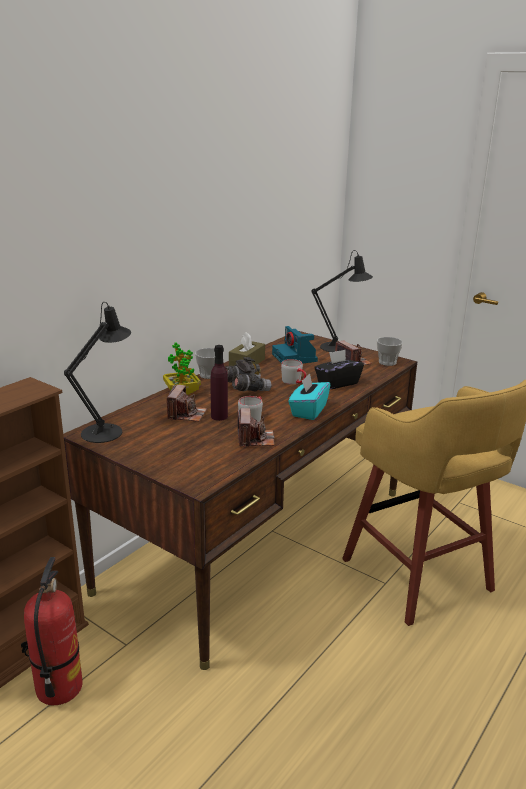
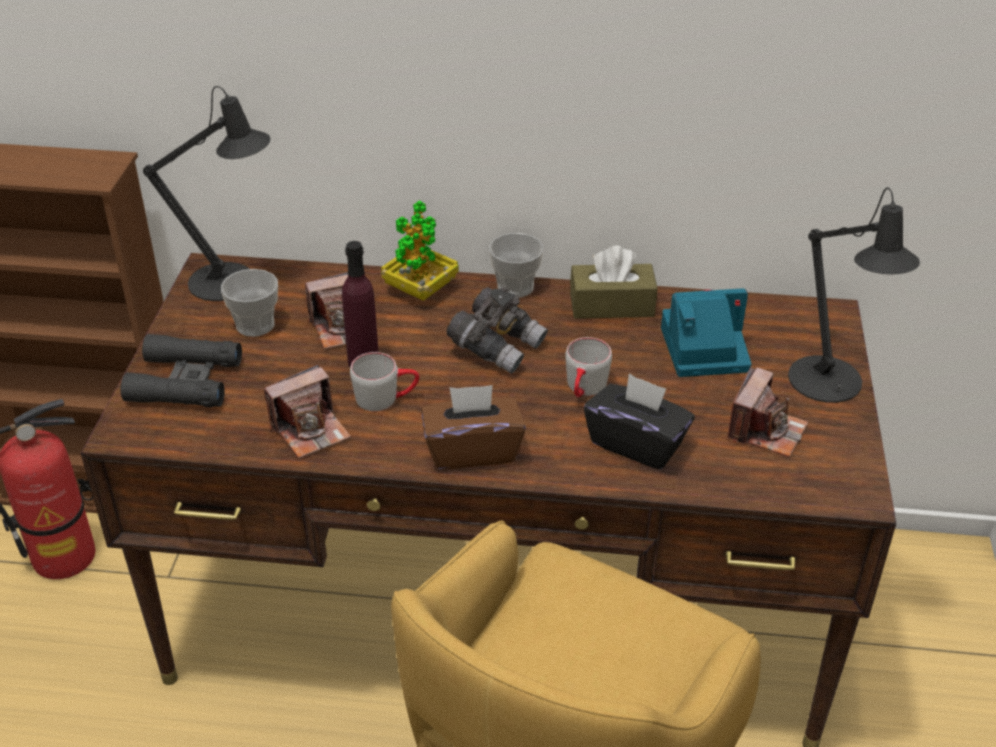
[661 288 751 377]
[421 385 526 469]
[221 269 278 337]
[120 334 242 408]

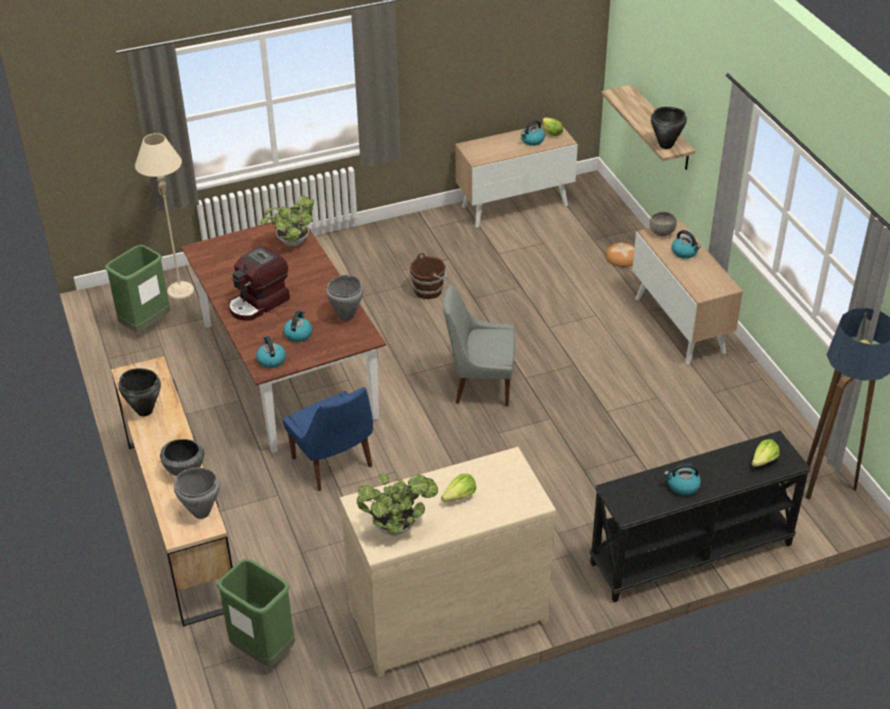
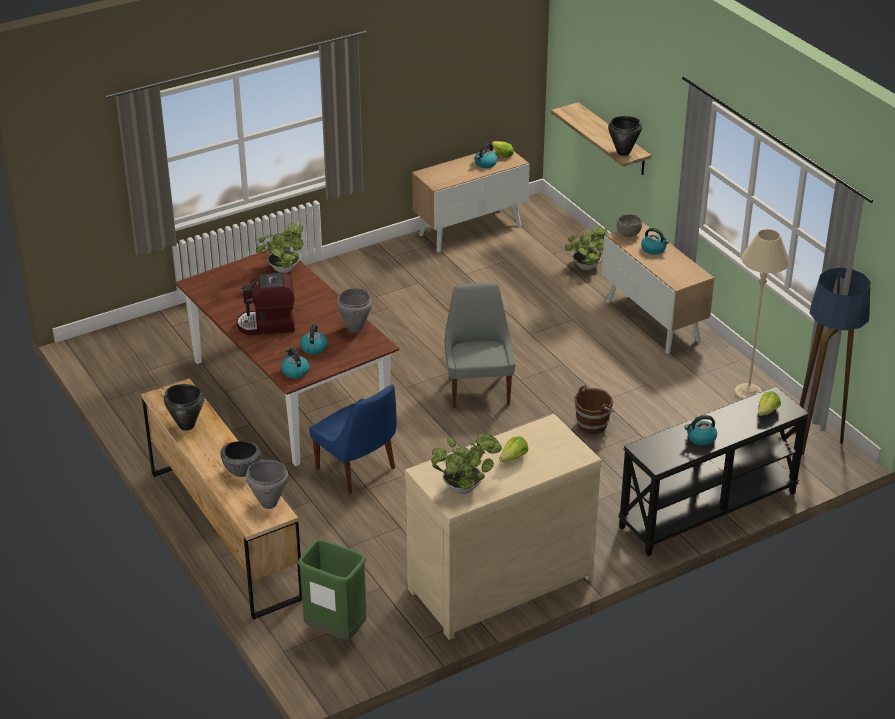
[105 245 170 332] (first image)
[734 229 790 400]
[237 272 295 335]
[574 385 614 434]
[445 283 515 408]
[565 225 607 270]

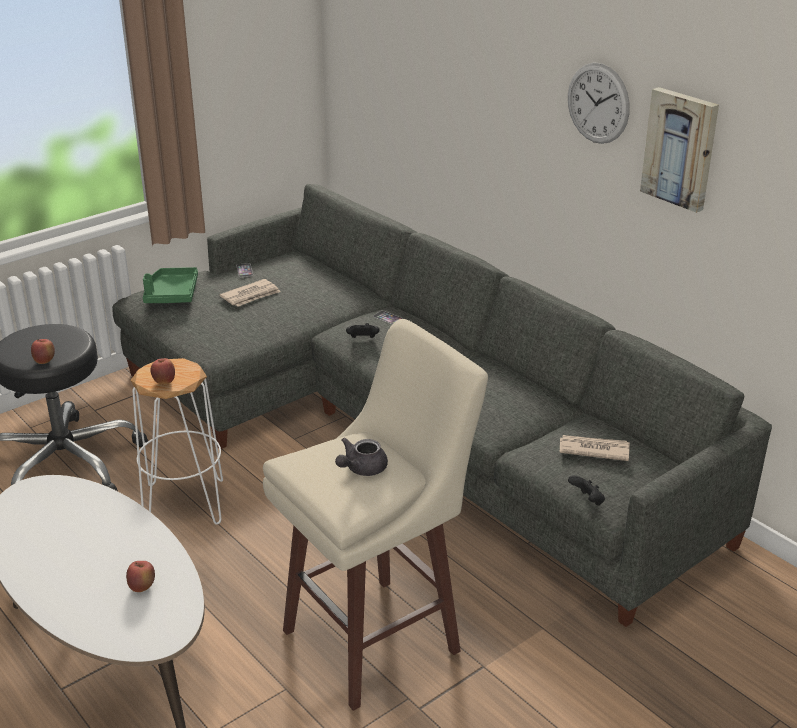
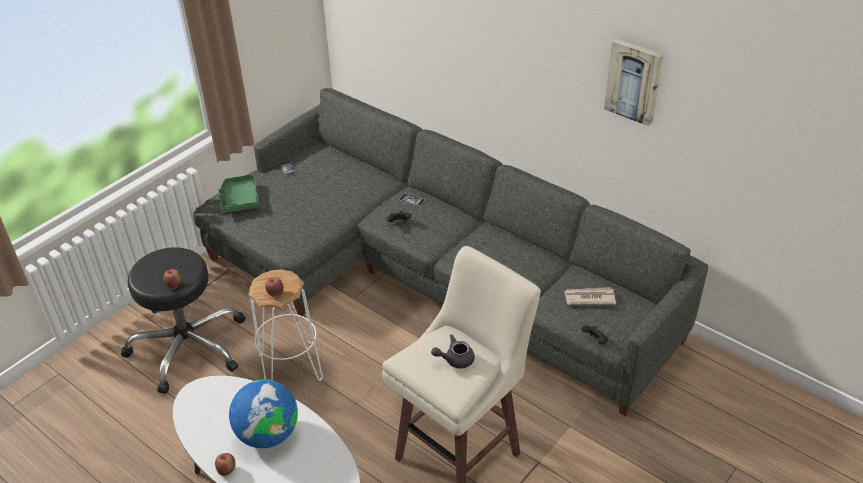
[215 453 236 476]
[220 279 281 307] (first image)
[431 335 475 368]
[568 63 630 144] (first image)
[229 380 298 448]

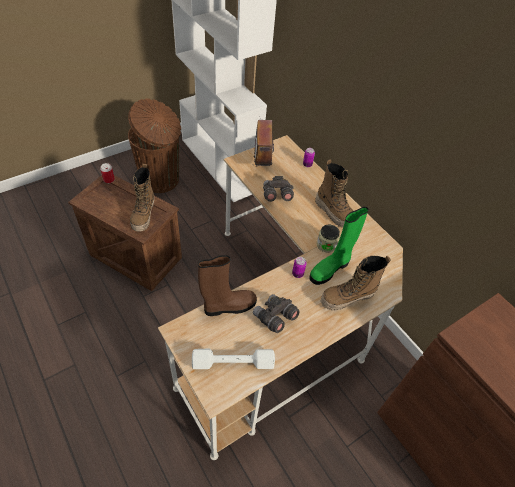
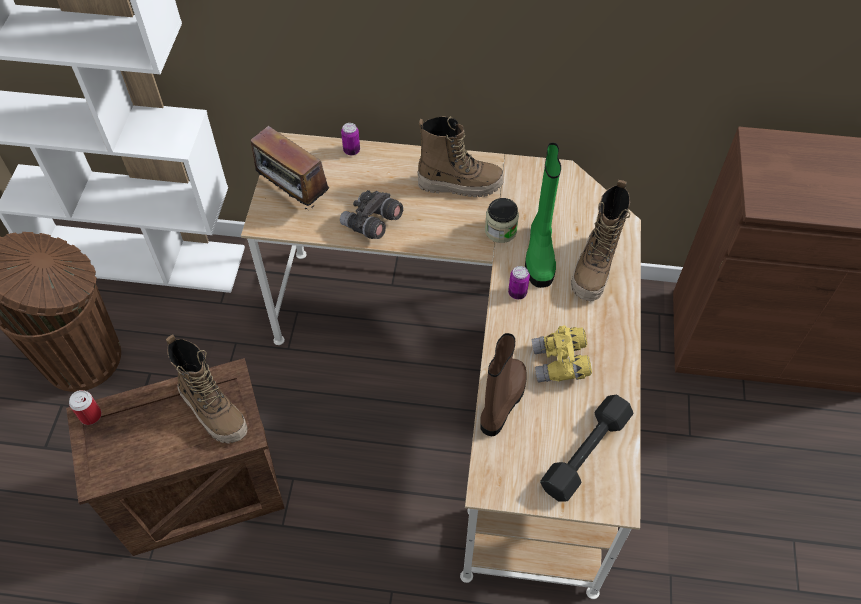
[540 395 633 502]
[532 325 592 383]

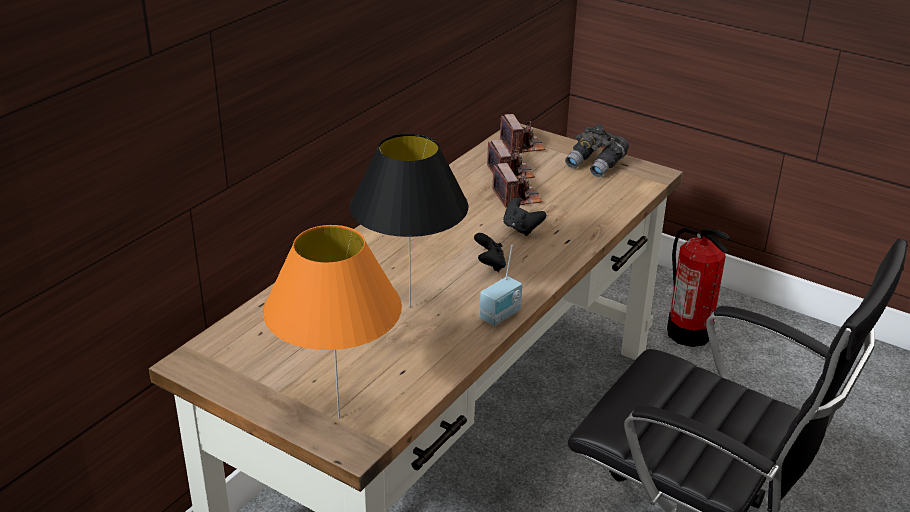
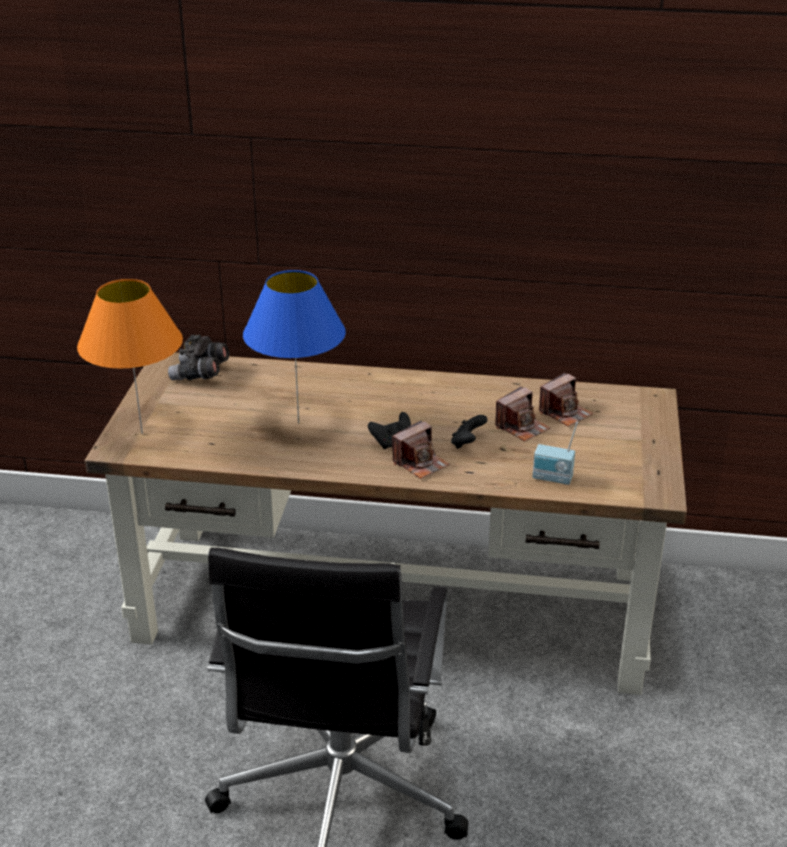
[243 270 346 424]
[533 422 578 485]
[392 420 450 479]
[168 335 229 381]
[667 227 731 347] (first image)

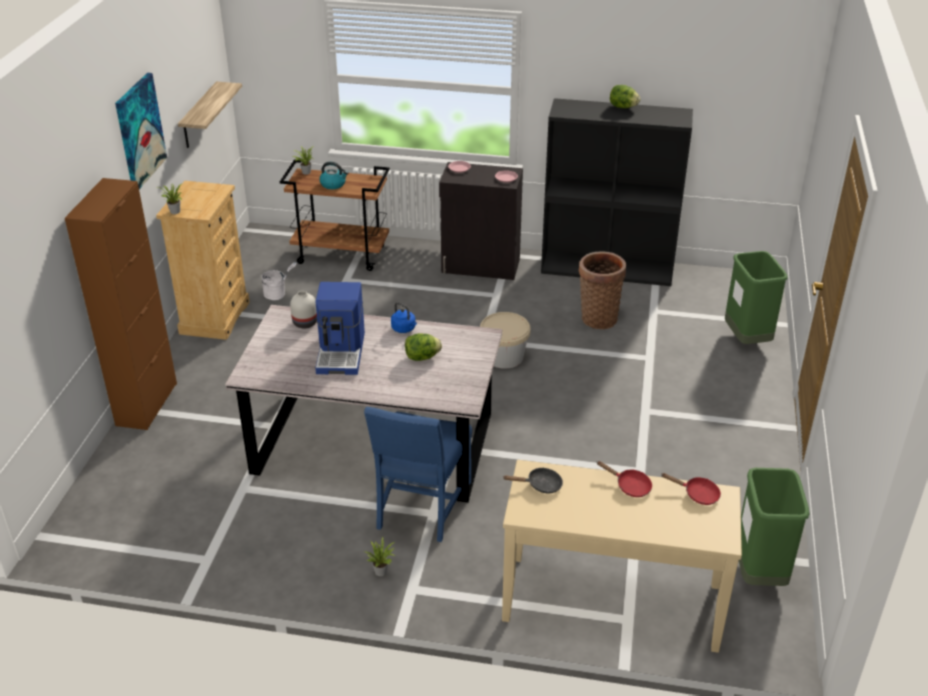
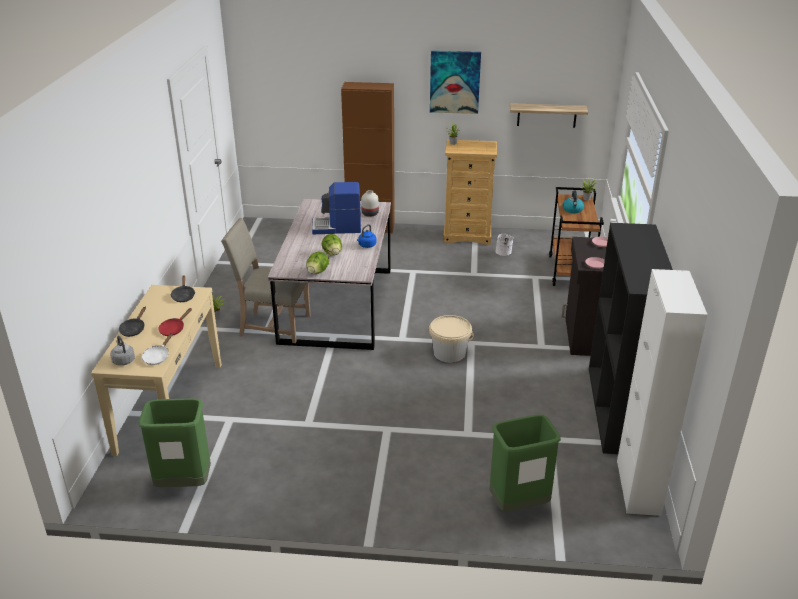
[221 218 311 343]
[579 252 626 329] (first image)
[306 252 329 274]
[142 333 173 365]
[110 336 135 366]
[119 307 146 337]
[617 269 708 516]

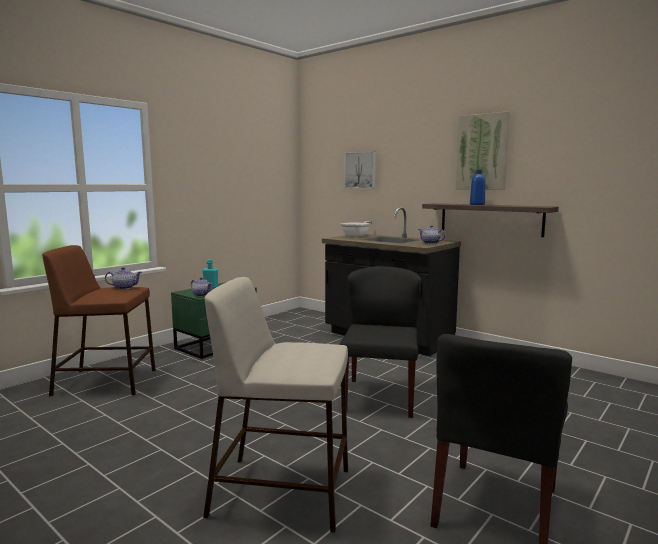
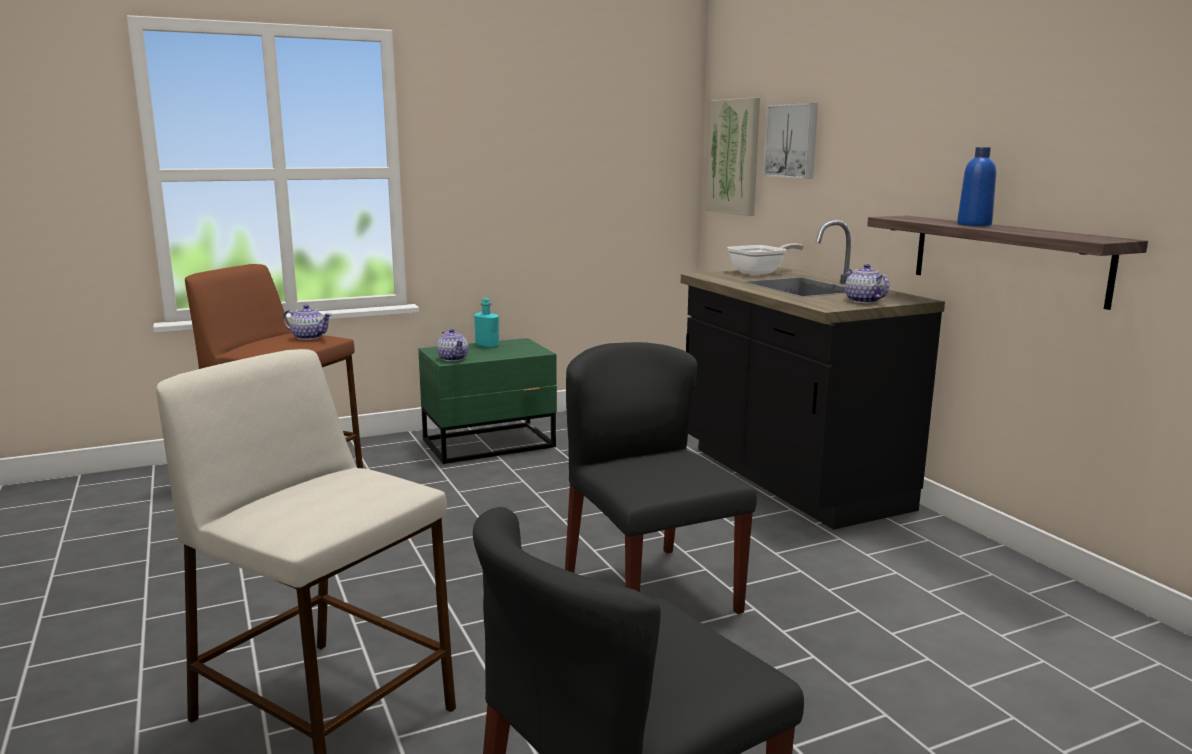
[565 342 757 614]
[707 98 760 216]

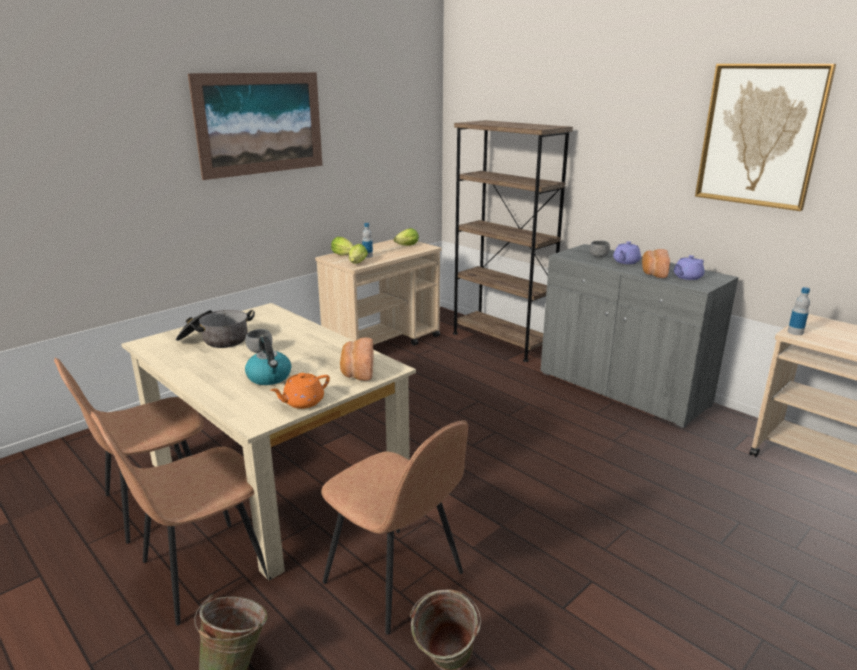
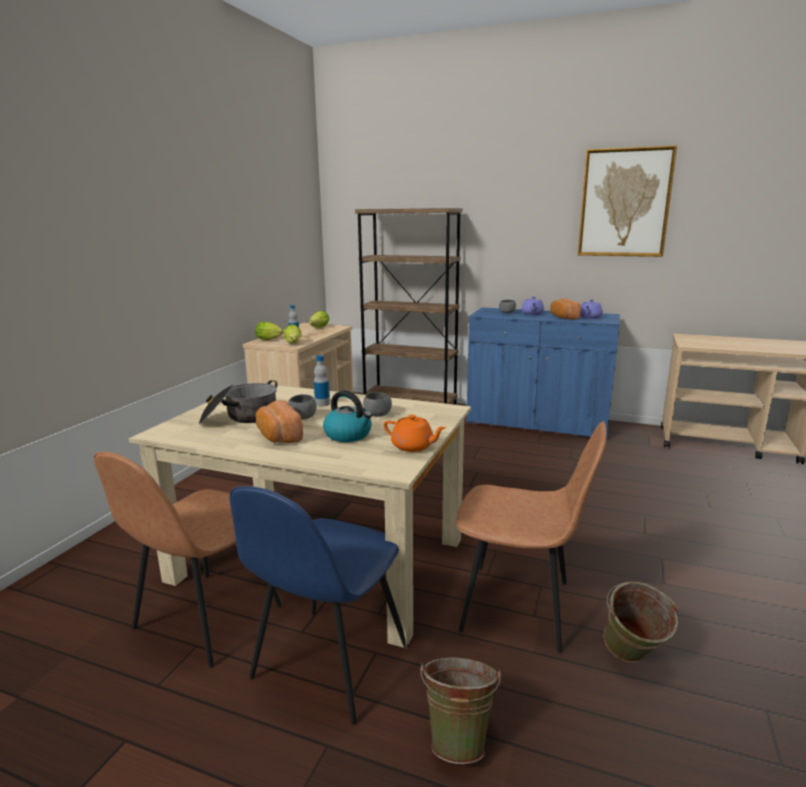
[230 486 408 725]
[188 72 322 180] (first image)
[384 415 446 452]
[255 400 303 443]
[466 307 620 436]
[314 355 330 406]
[363 392 392 417]

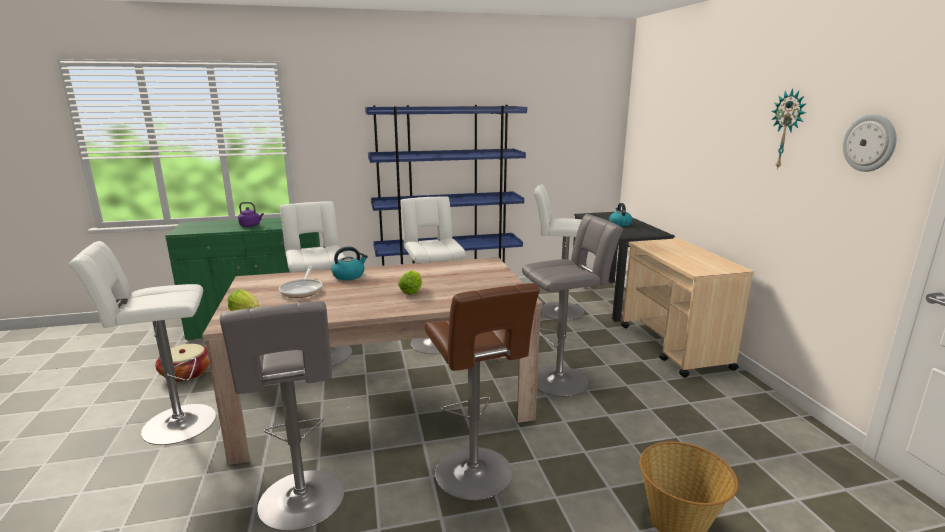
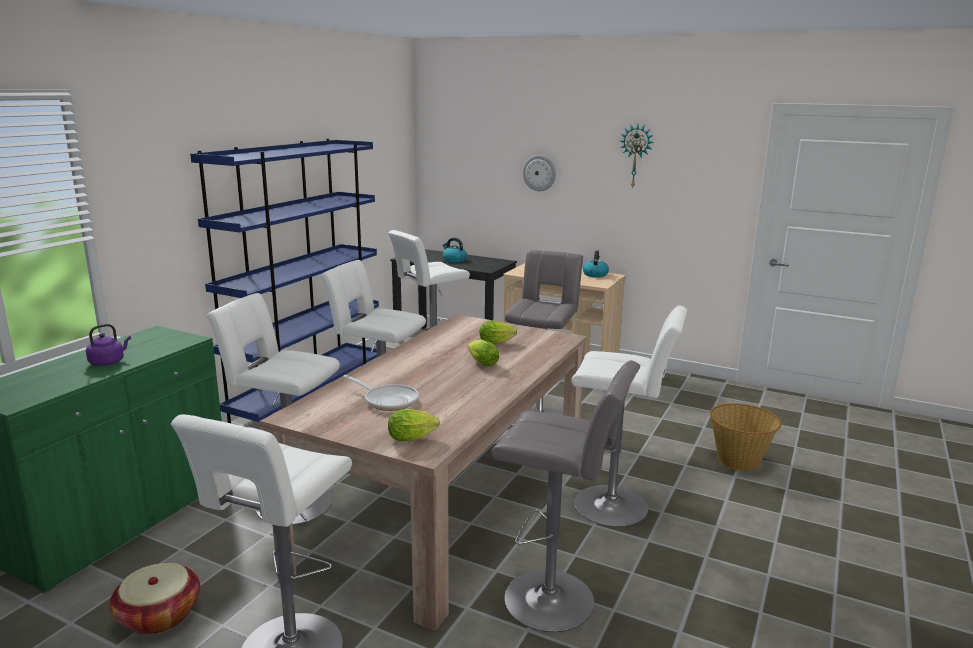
[583 250 609 277]
[571 306 687 527]
[523 155 556 191]
[480 321 517 344]

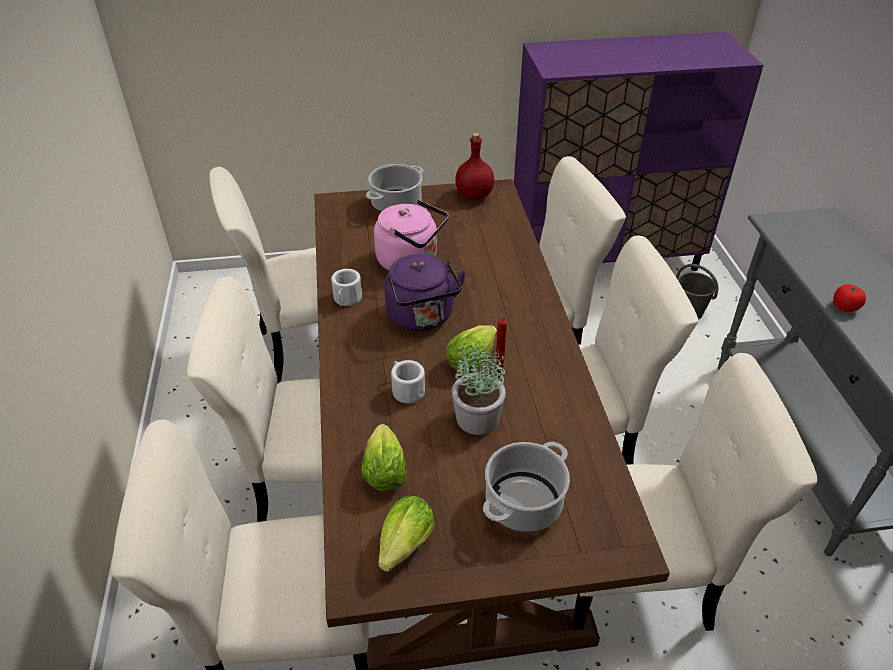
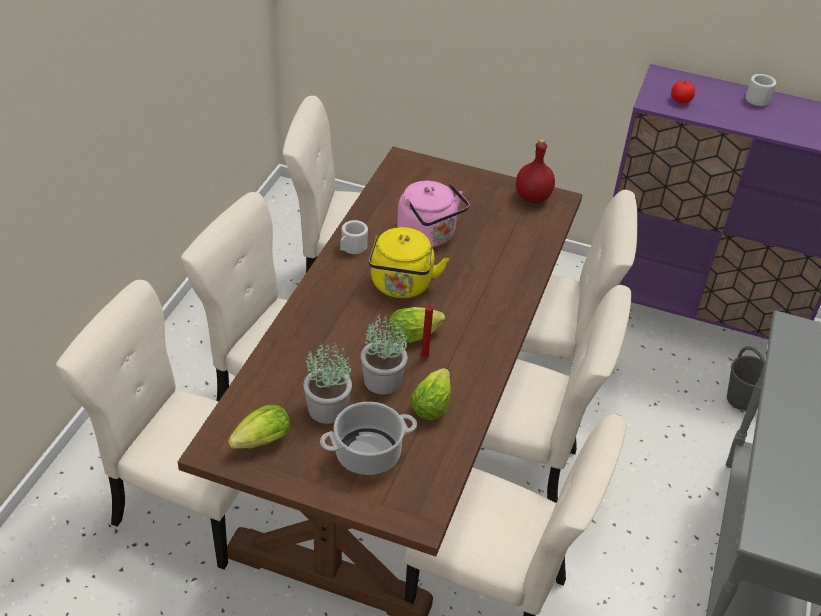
[410 368 451 420]
[366 164 424 212] (first image)
[368 227 449 298]
[745 74 776 106]
[671 80 695 103]
[303 339 352 424]

